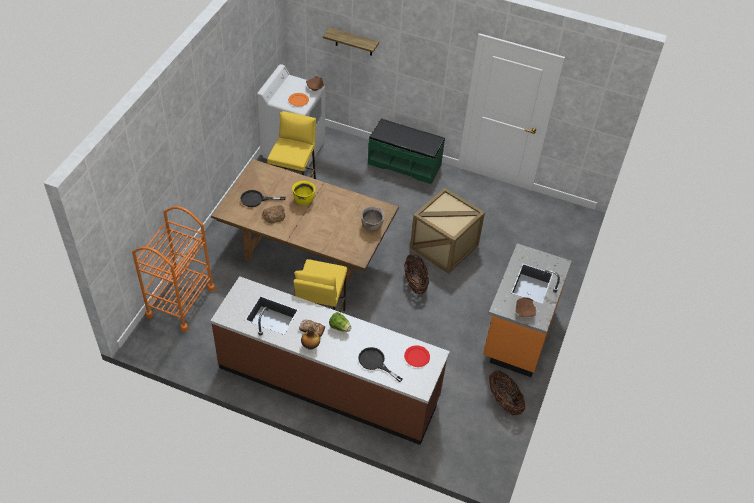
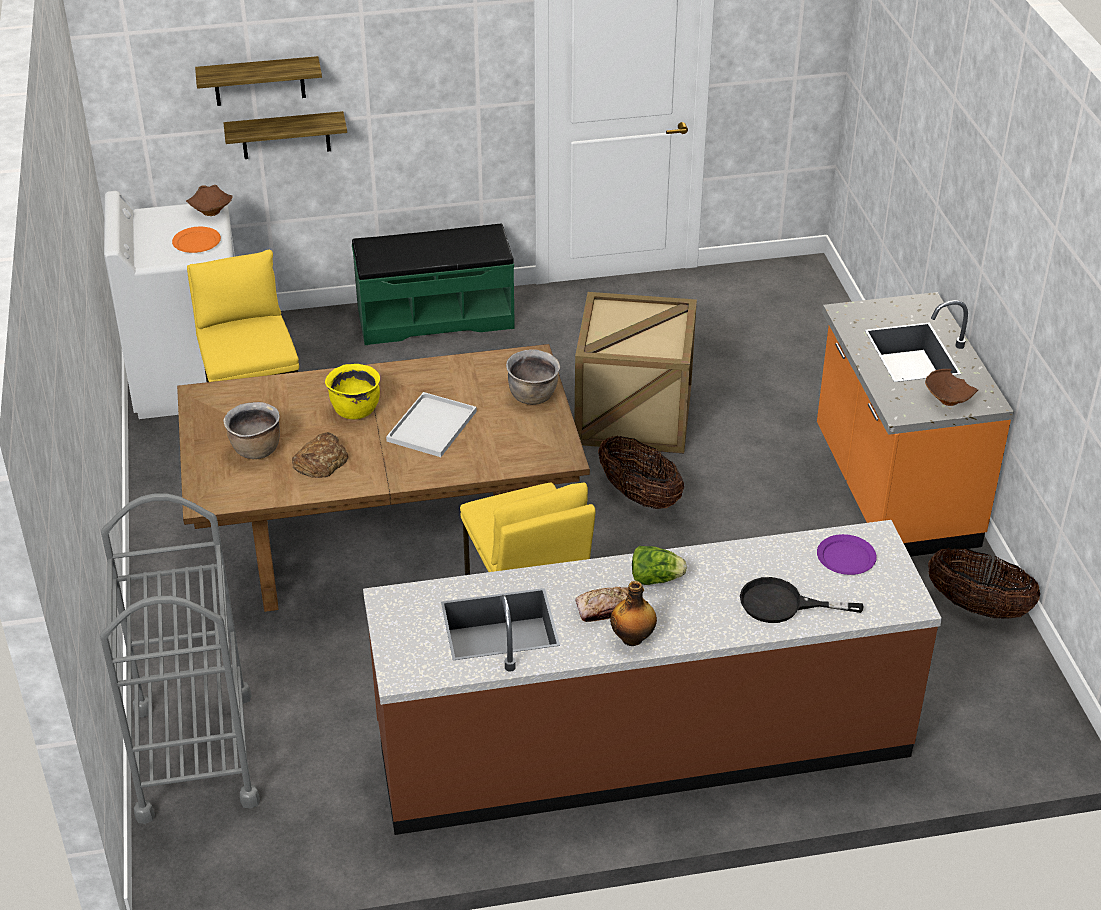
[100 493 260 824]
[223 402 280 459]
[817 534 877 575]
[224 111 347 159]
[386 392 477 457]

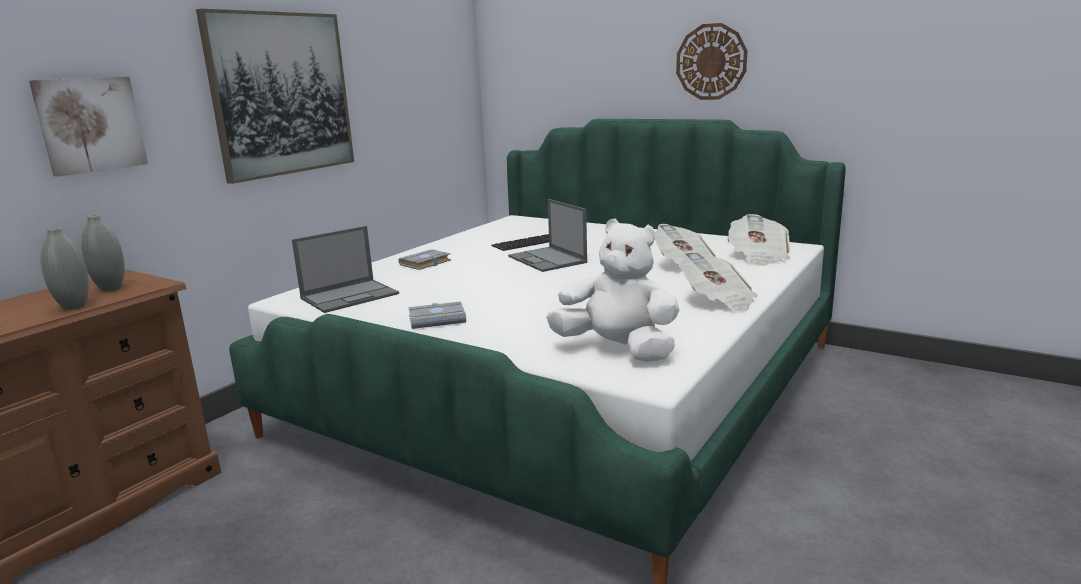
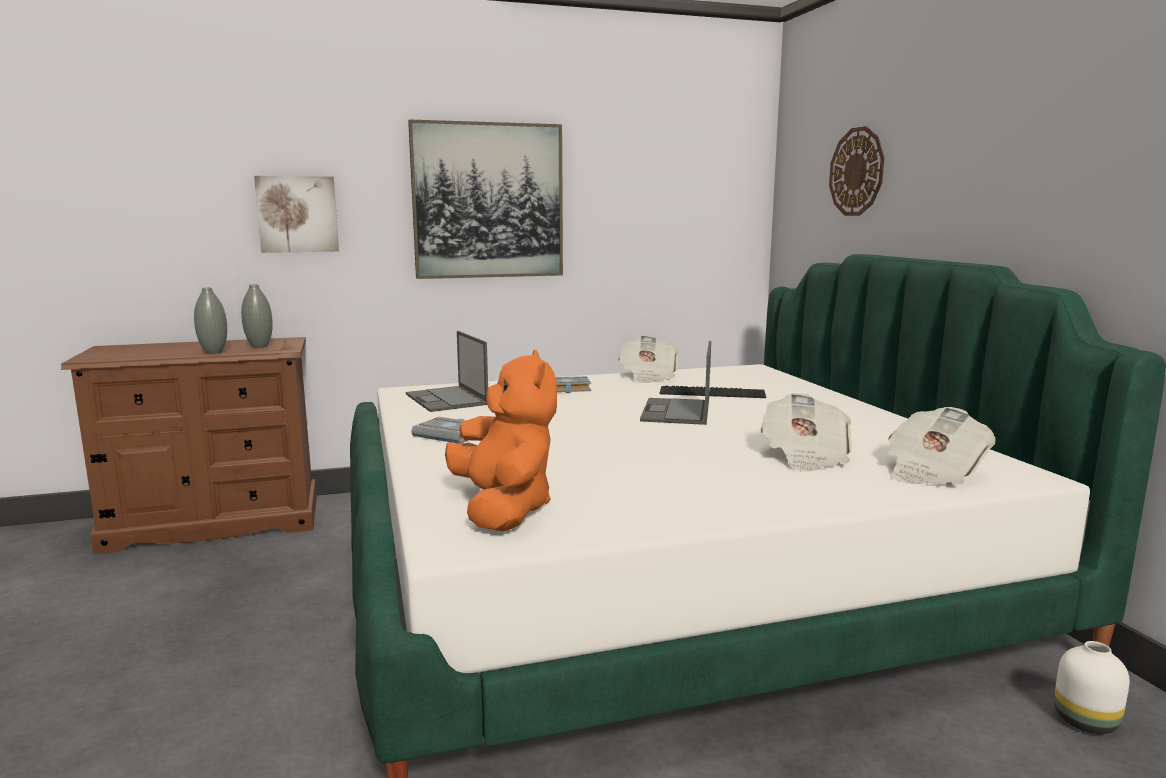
[406 331 488 412]
[445 350 557 532]
[829 126 885 216]
[618 335 679 383]
[1054 641 1130 734]

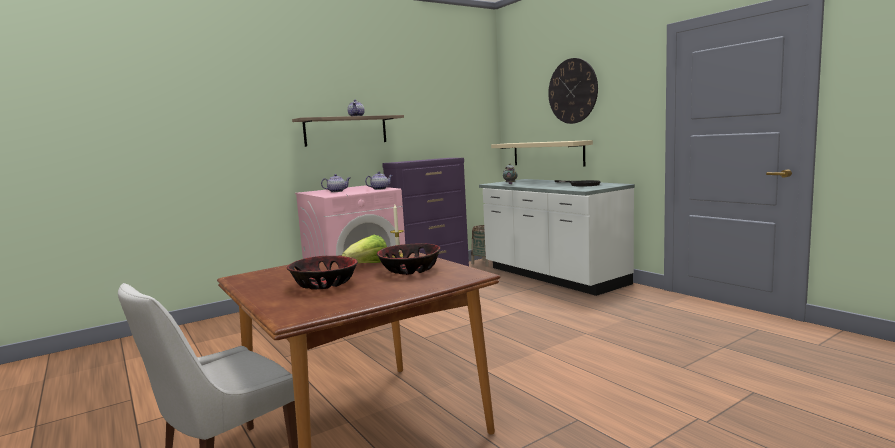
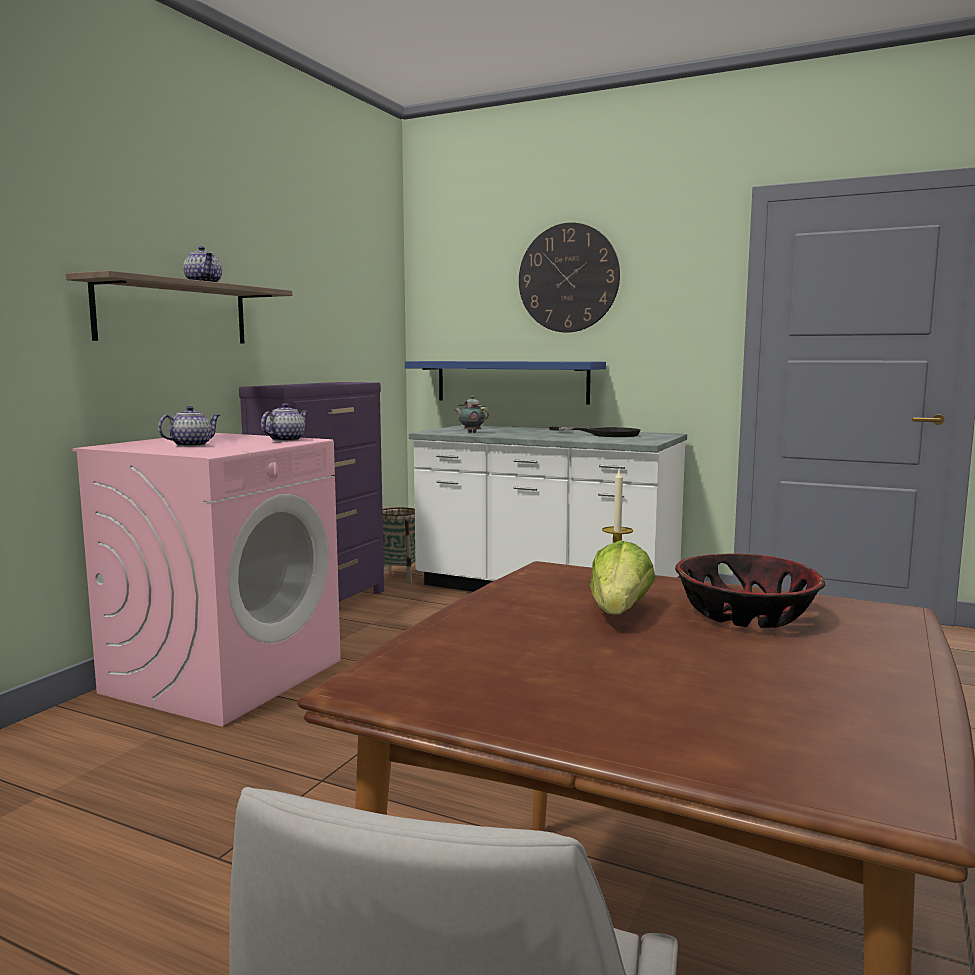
[287 256 358 290] (first image)
[405 361 606 405]

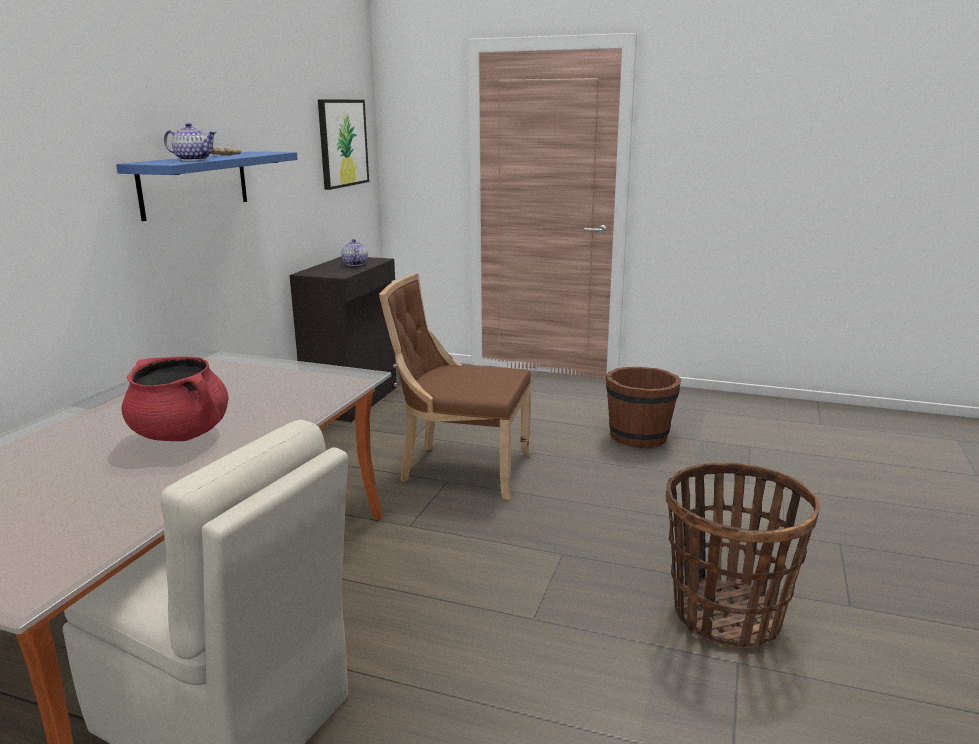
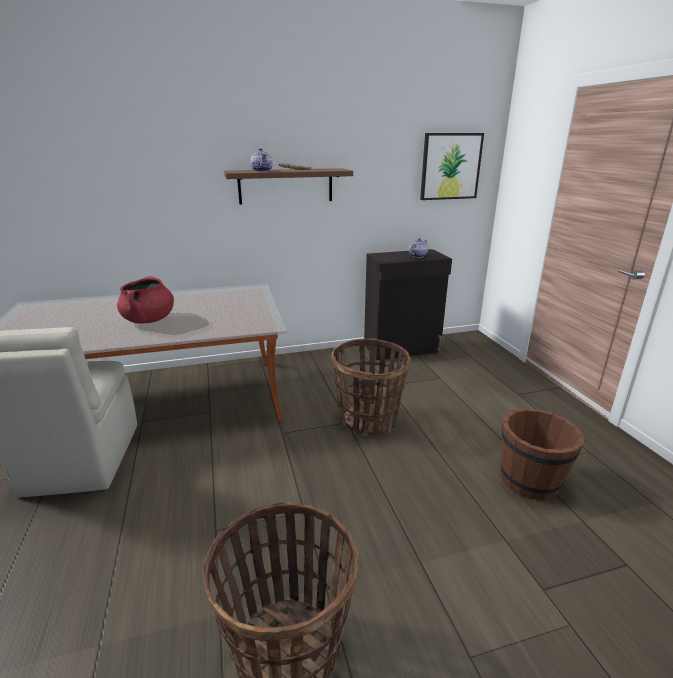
[224 168 353 204]
[331 339 411 436]

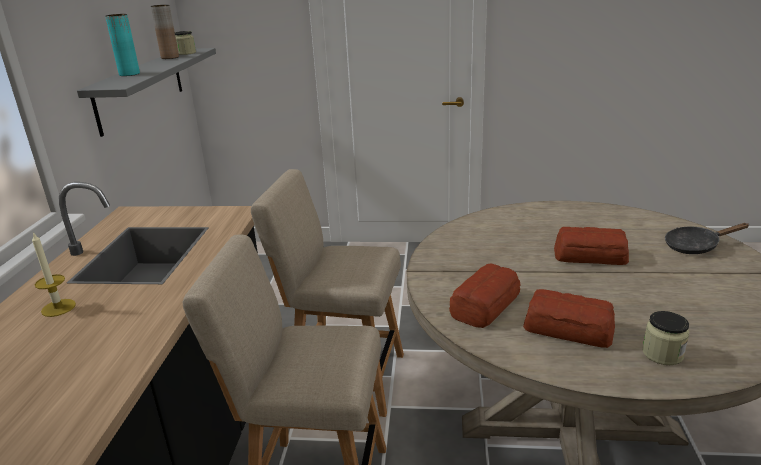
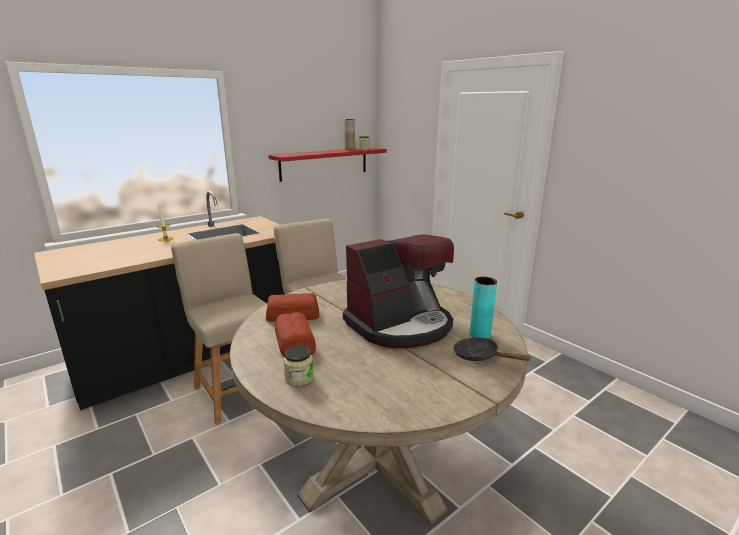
[268 147 387 182]
[470 277 497 339]
[343 234 454 348]

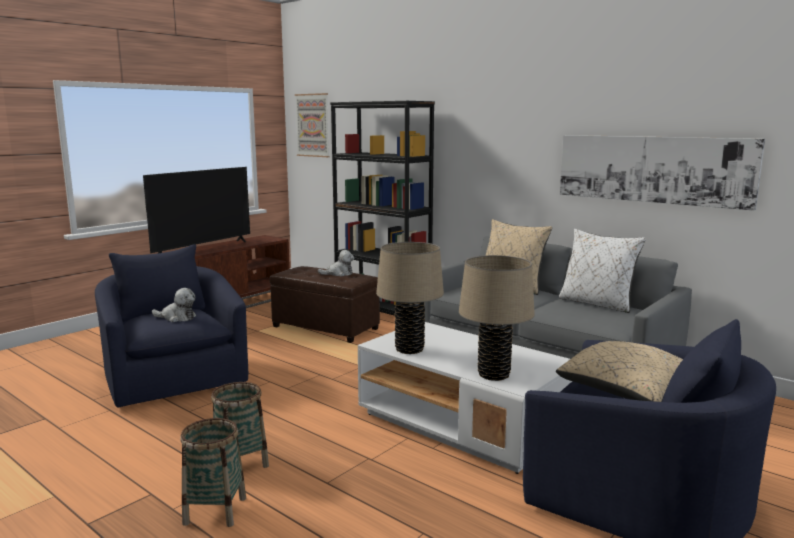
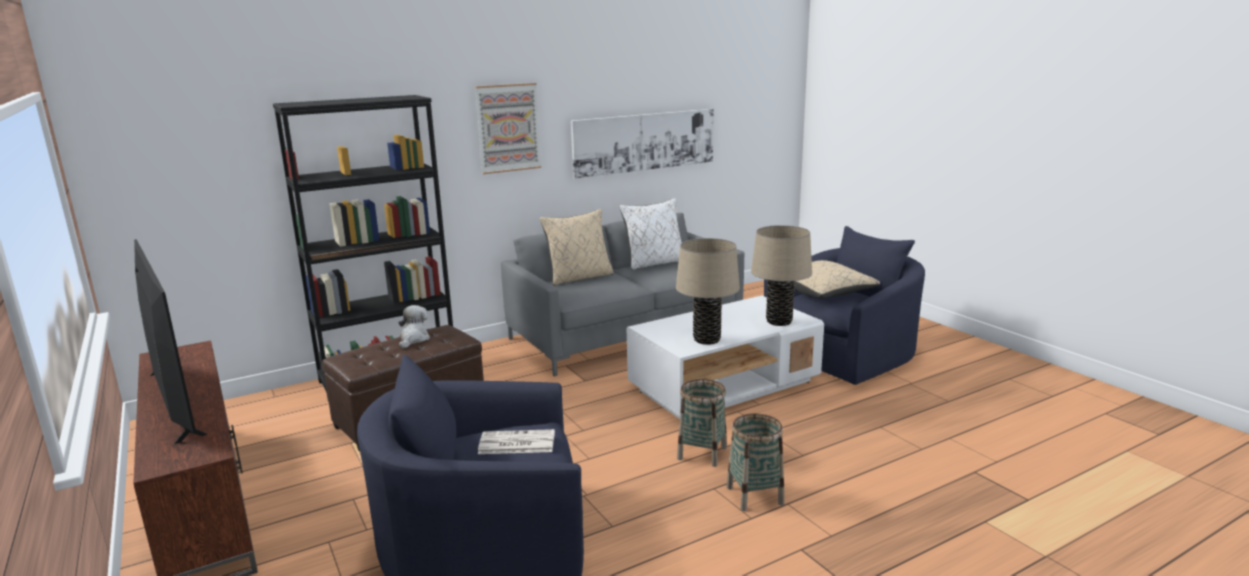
[478 429 555 454]
[677 379 727 467]
[475 83 541 174]

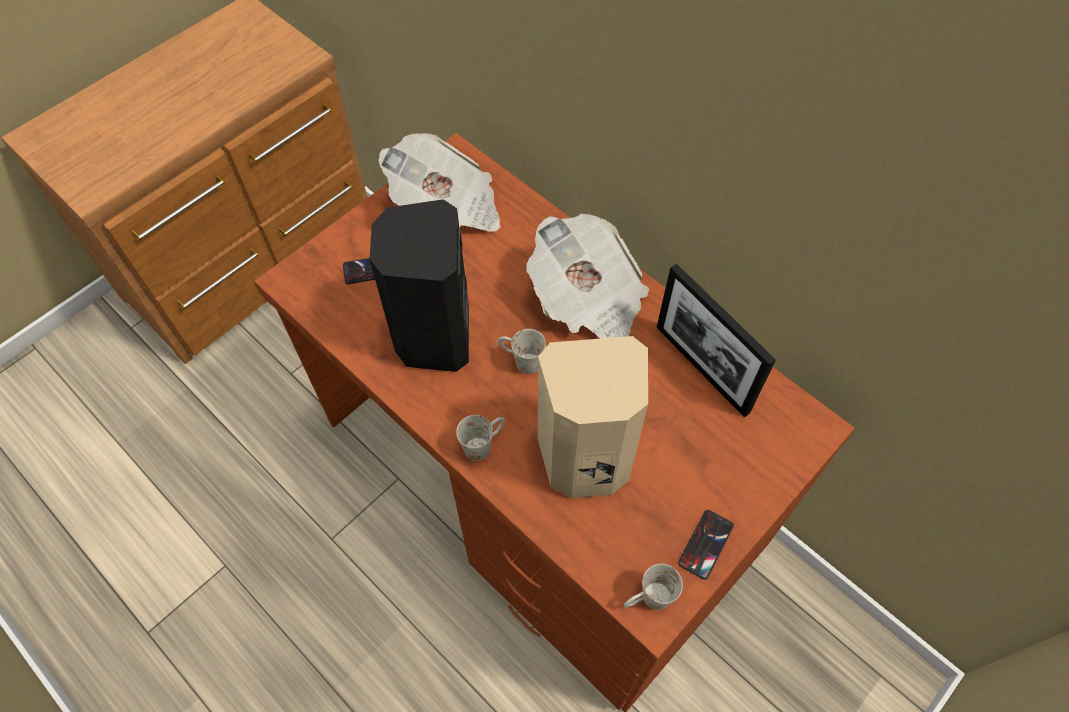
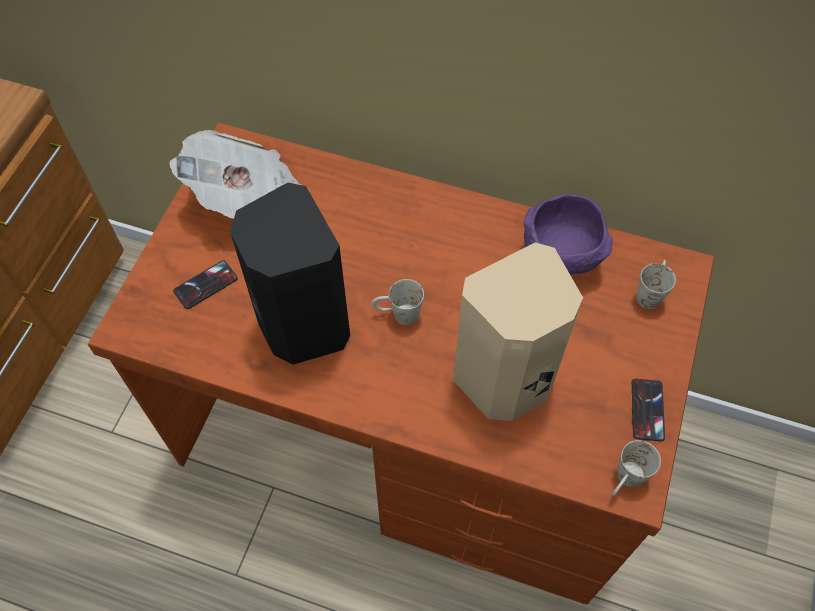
[636 260 676 309]
[526 214 649 339] (first image)
[524 194 613 275]

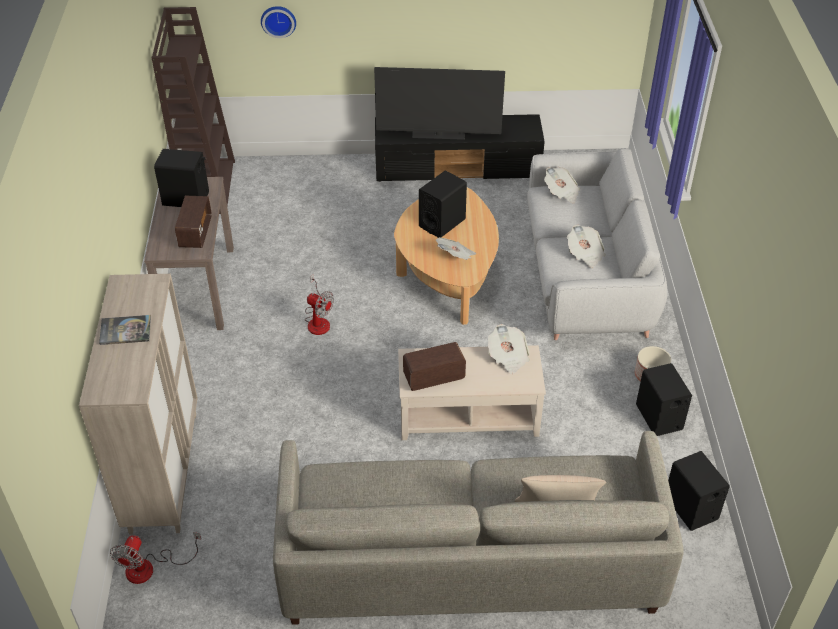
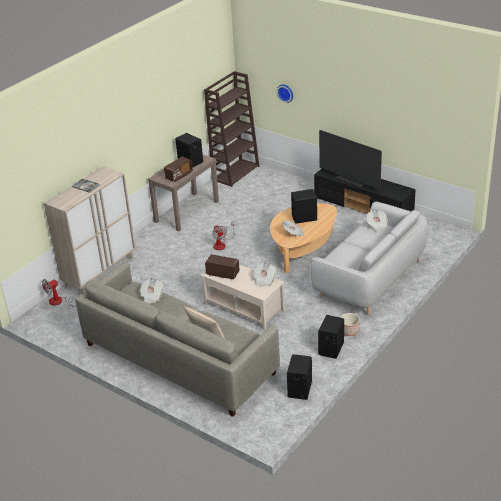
[140 277 164 304]

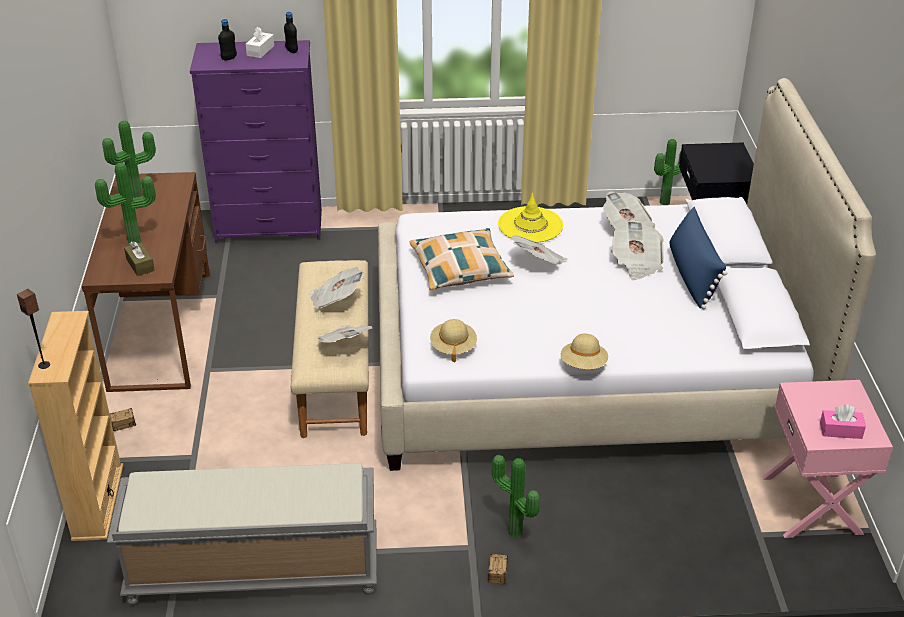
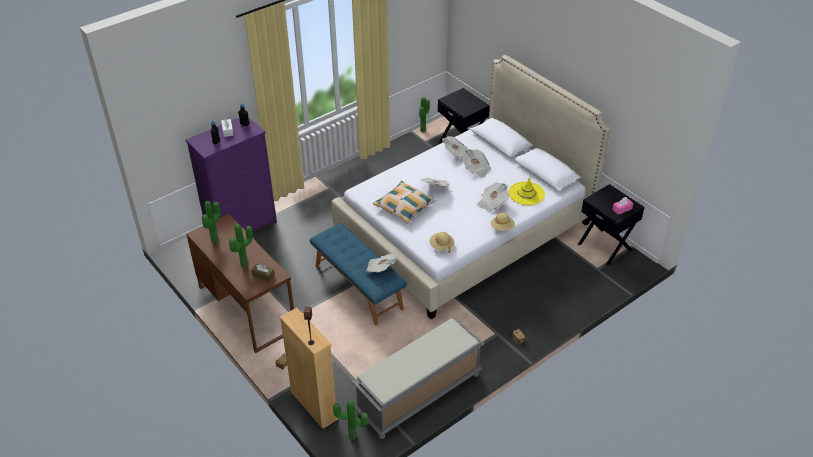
[310 223 407 325]
[477 182 509 212]
[333 400 369 440]
[509 177 545 205]
[669 207 727 309] (first image)
[578 184 645 266]

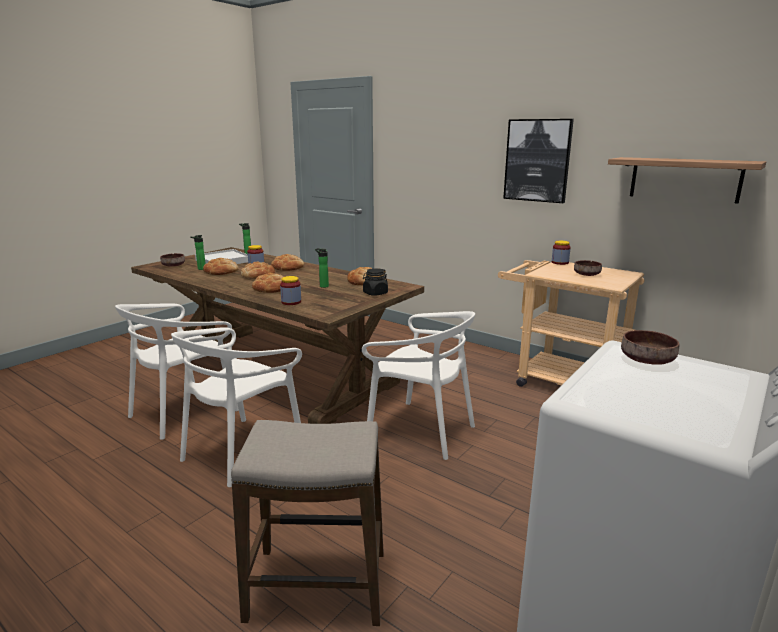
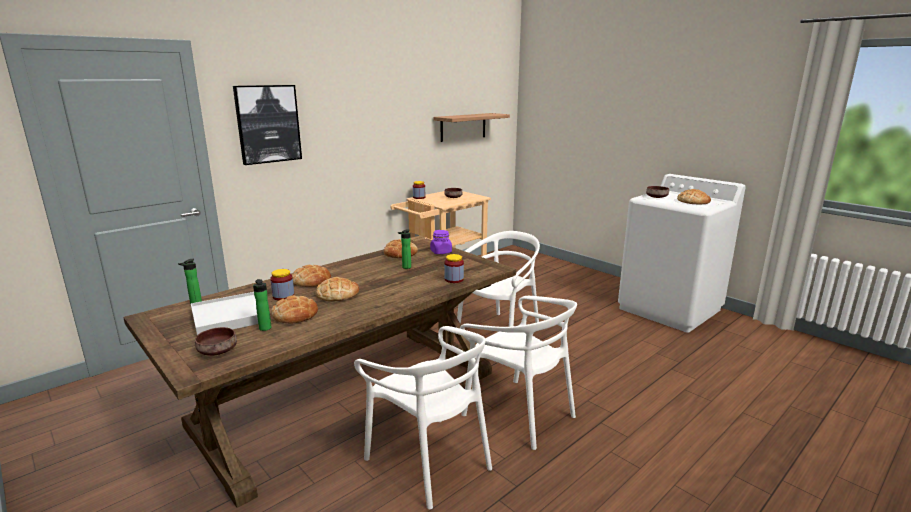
[231 420 384 626] (first image)
[677 189 711 204]
[430 230 452 254]
[233 85 302 165]

